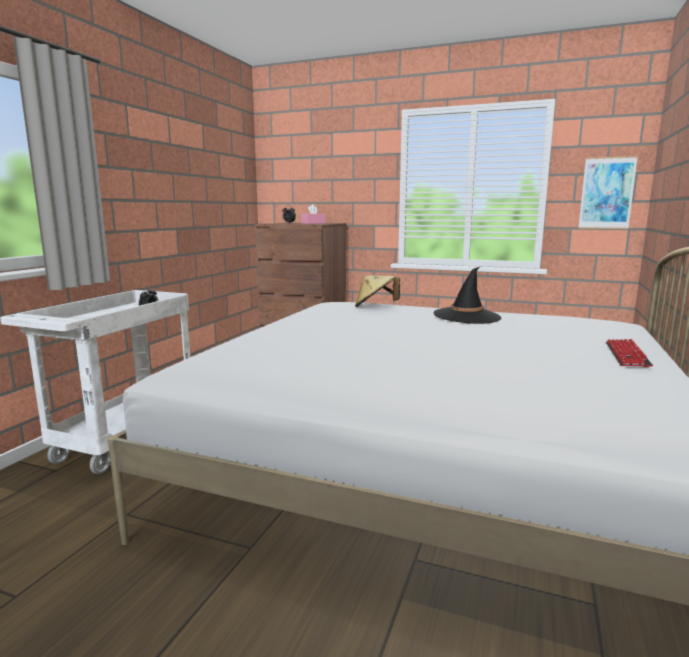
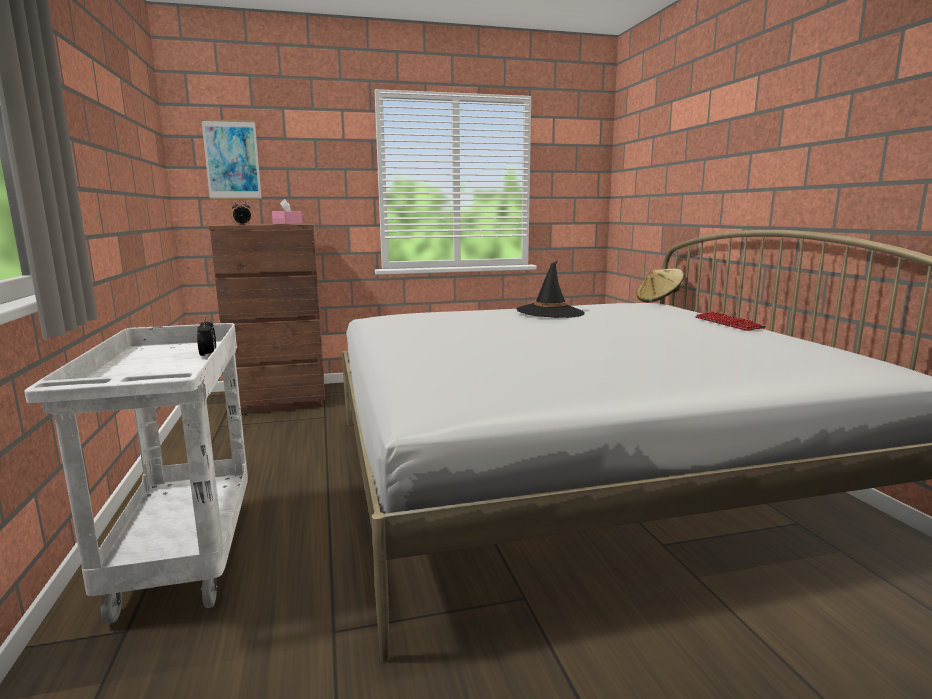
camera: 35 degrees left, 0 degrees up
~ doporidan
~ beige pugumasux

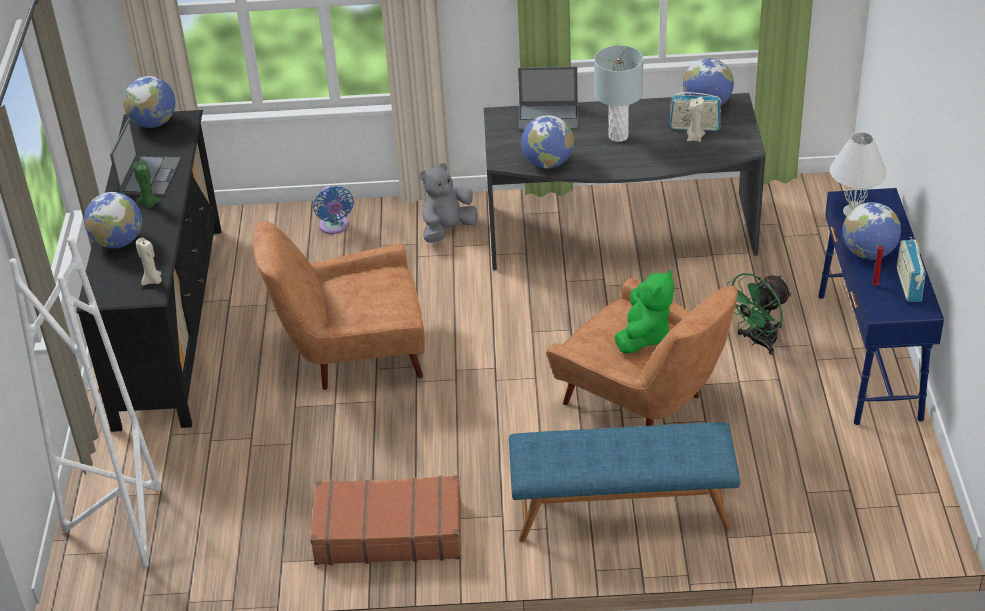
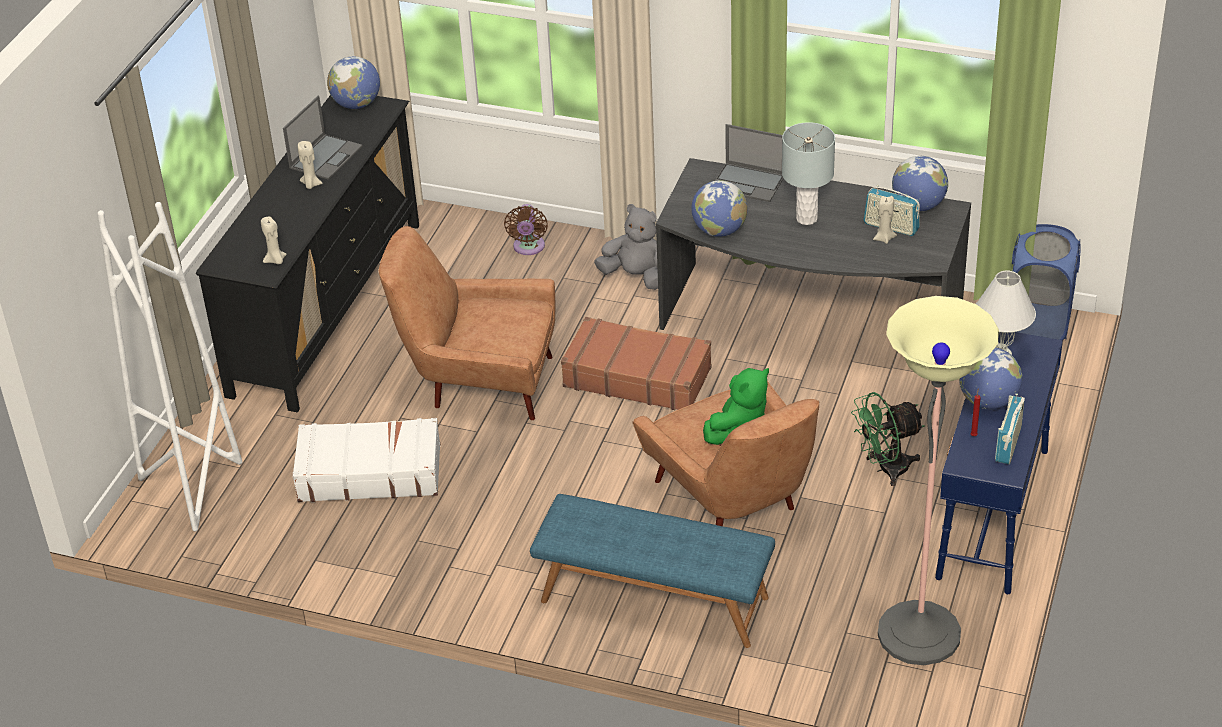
camera: 20 degrees right, 0 degrees up
+ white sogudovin
~ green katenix to beige katenix (no. 2 from left)
~ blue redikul to brown redikul
~ brown sogudovin
~ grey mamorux 45 degrees clockwise
+ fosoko
+ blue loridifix
- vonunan (no. 1 from left)

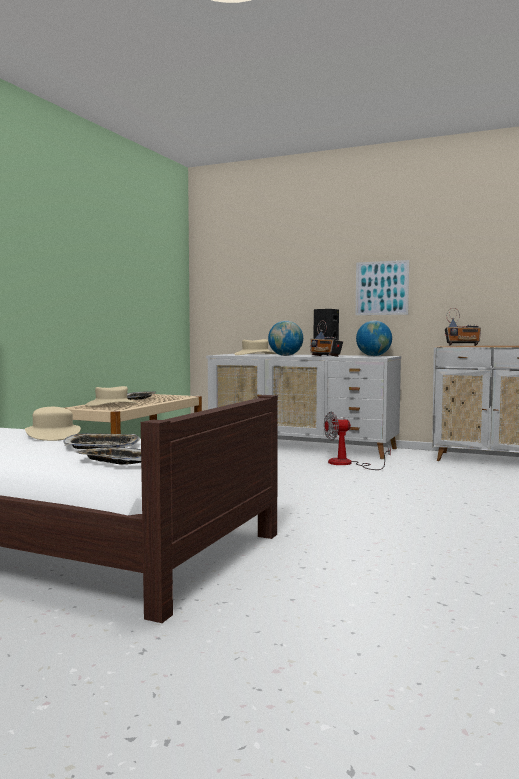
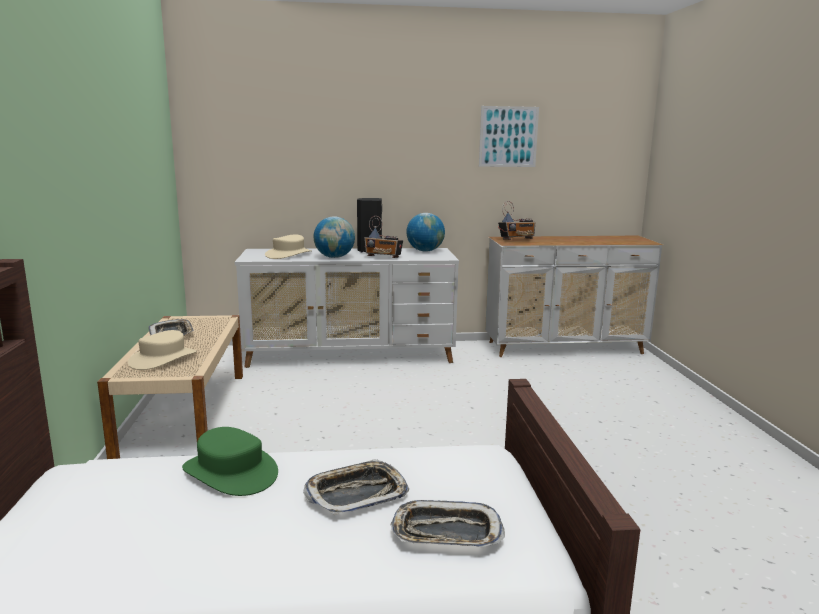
camera: 30 degrees left, 10 degrees up
~ beige pugumasux (no. 1 from left) to green pugumasux
~ doporidan
- redikul

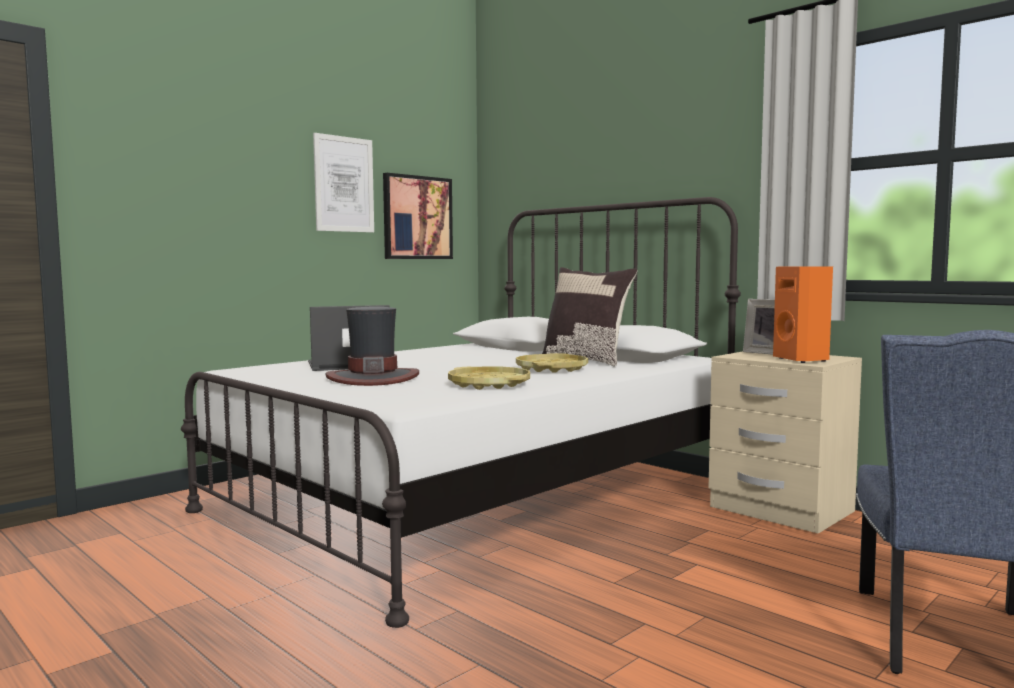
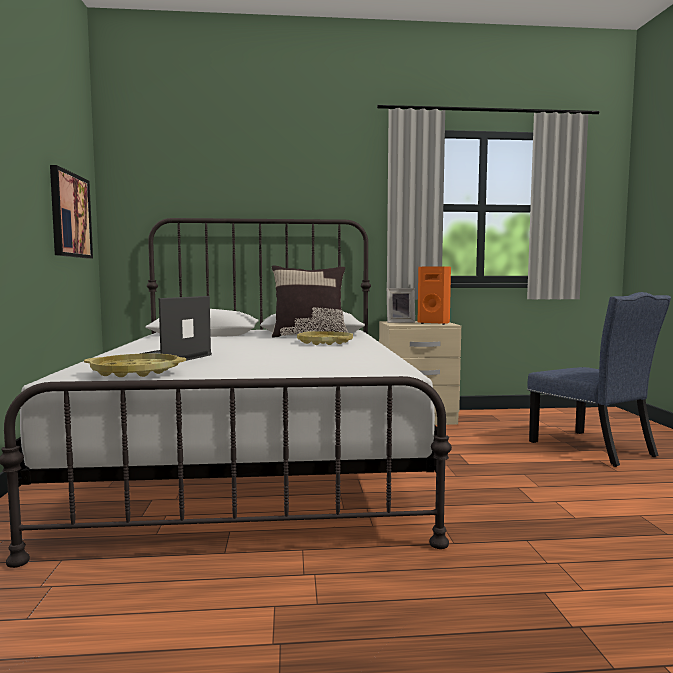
camera: 50 degrees left, 0 degrees up
~ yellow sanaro (no. 1 from left)
- doporidan (no. 1 from left)
- pugumasux

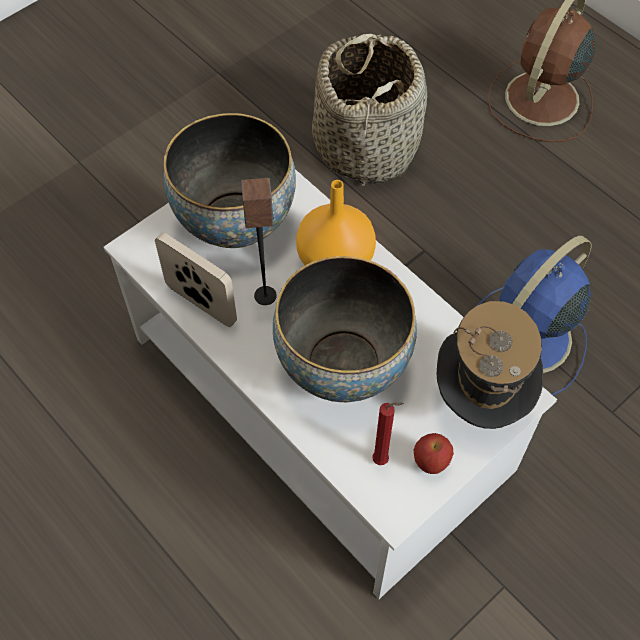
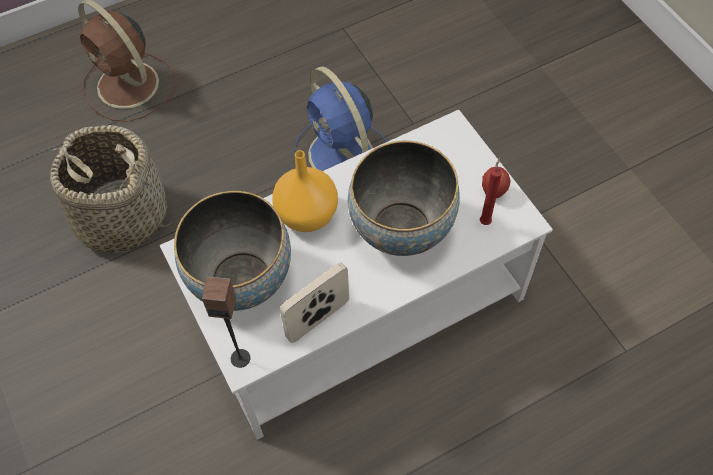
camera: 75 degrees left, 0 degrees up
~ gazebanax
- pugumasux

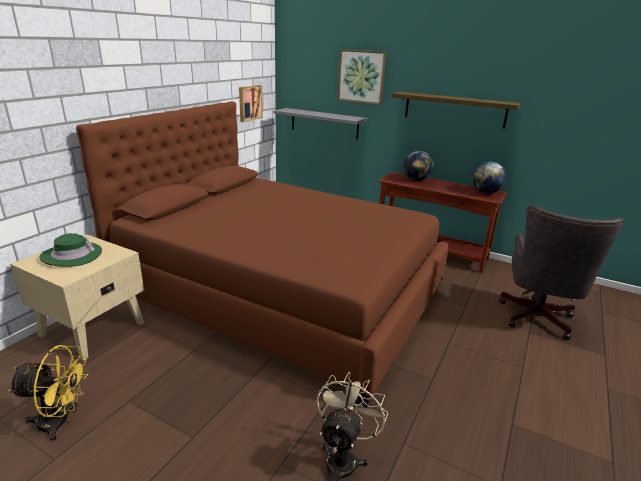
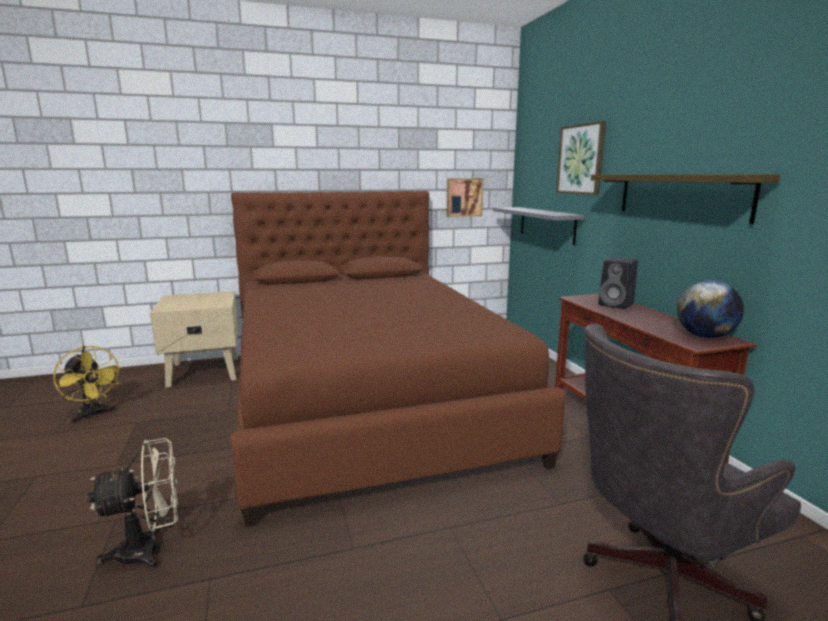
camera: 45 degrees right, 10 degrees down
~ vonunan (no. 1 from left) to black gazebanax
- green pugumasux

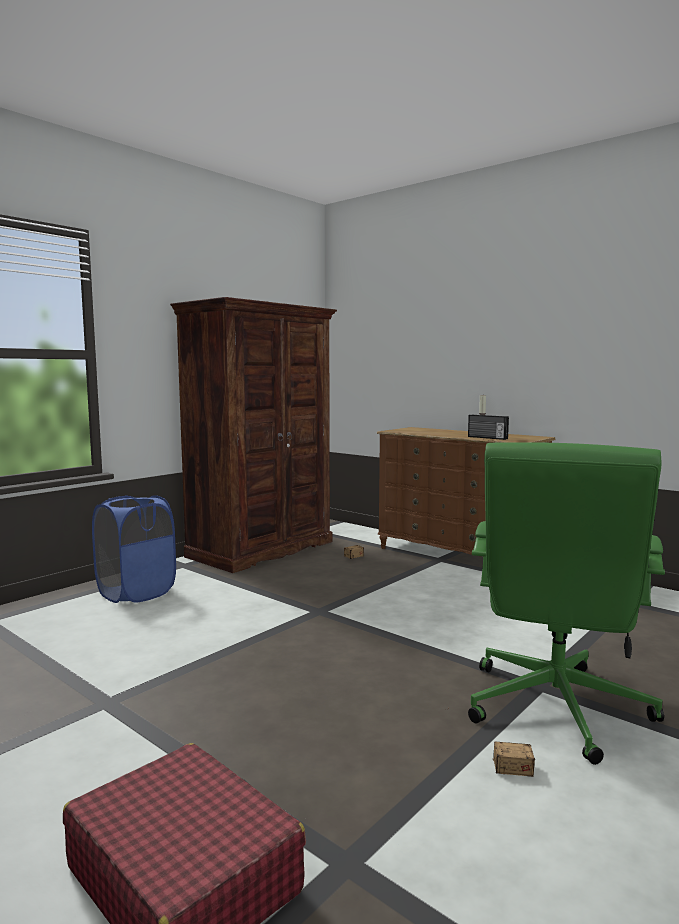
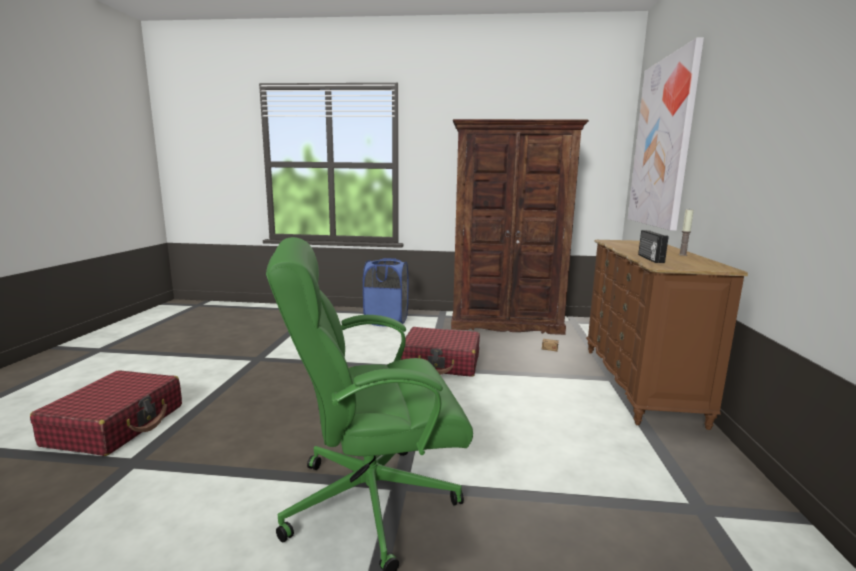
camera: 55 degrees right, 5 degrees up
+ red sogudovin (no. 2 from left)
+ doporidan
- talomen (no. 2 from left)

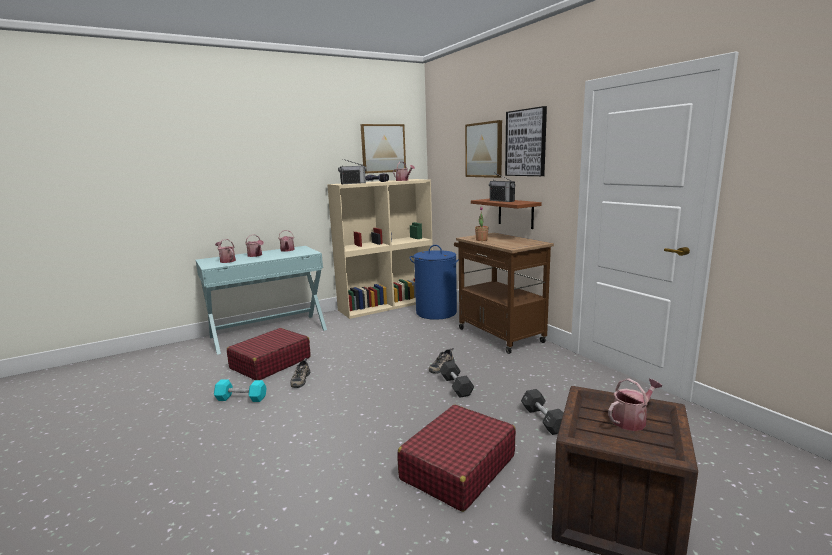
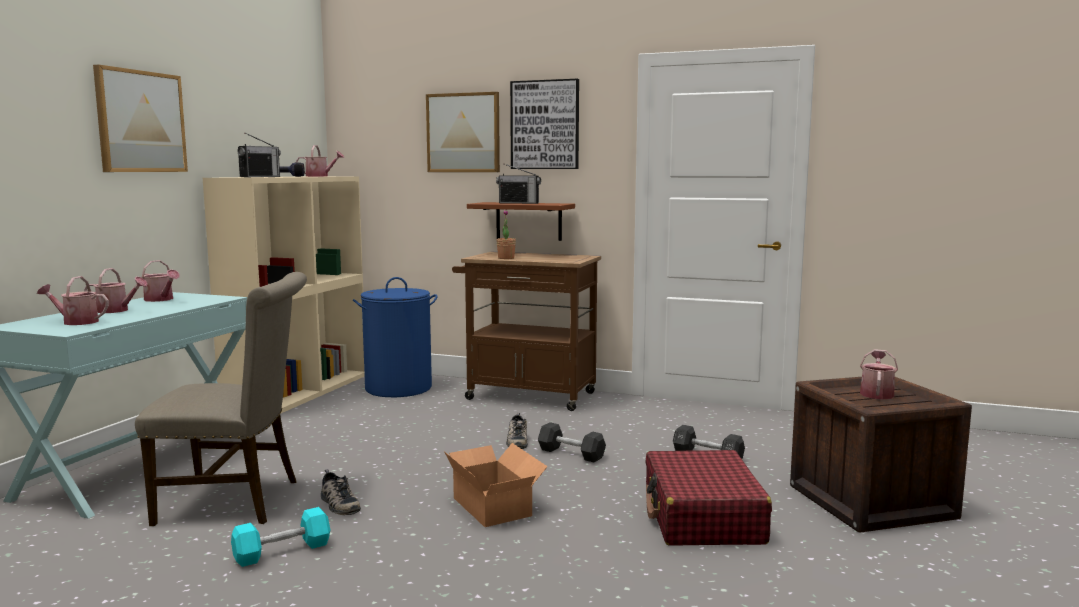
camera: 40 degrees left, 5 degrees down
~ doporidan (no. 1 from left)
~ red sogudovin (no. 1 from left) to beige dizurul
+ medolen

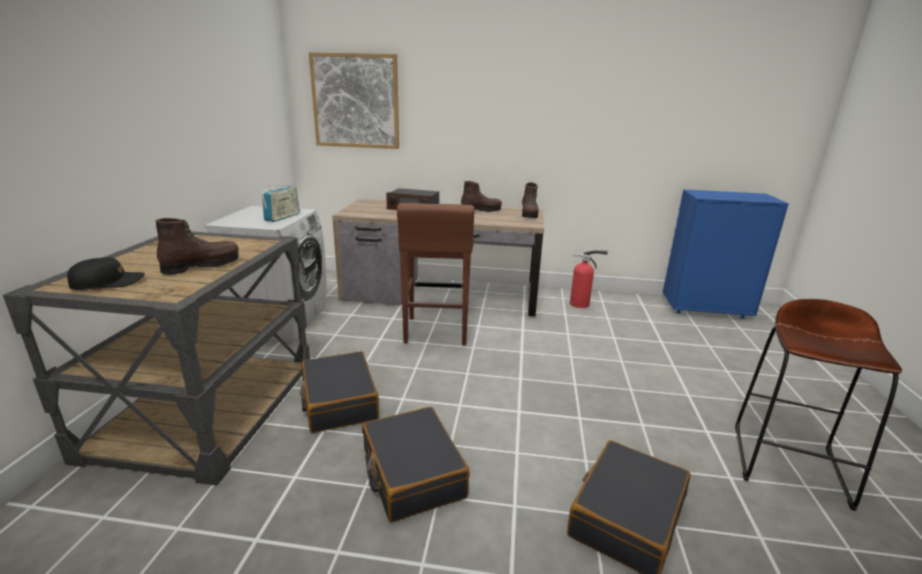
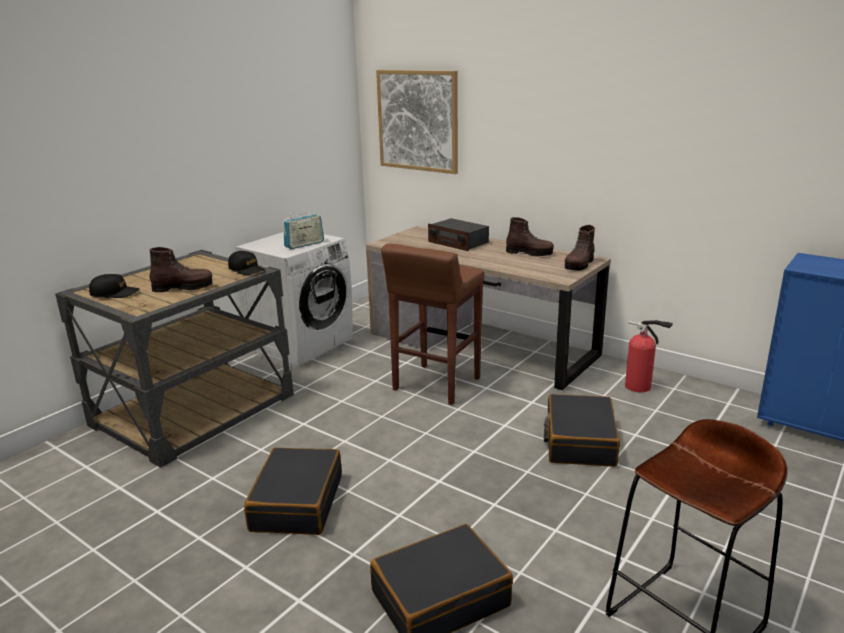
camera: 30 degrees right, 0 degrees up
+ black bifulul (no. 2 from left)
~ black sogudovin (no. 1 from left in the first image) to black sogudovin (no. 3 from left)

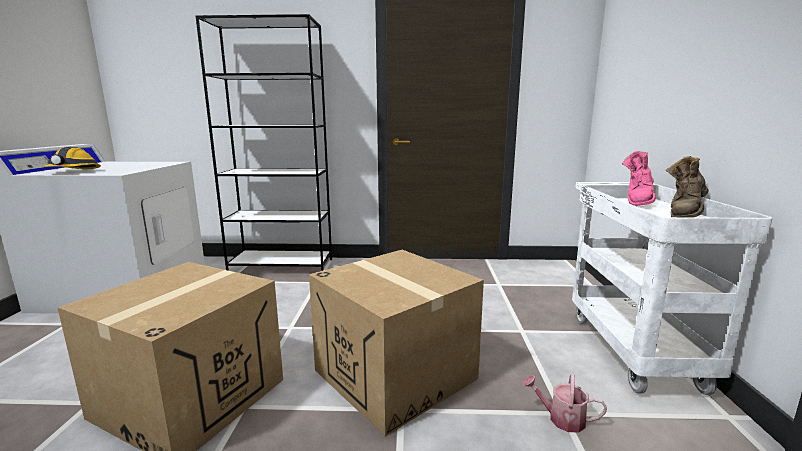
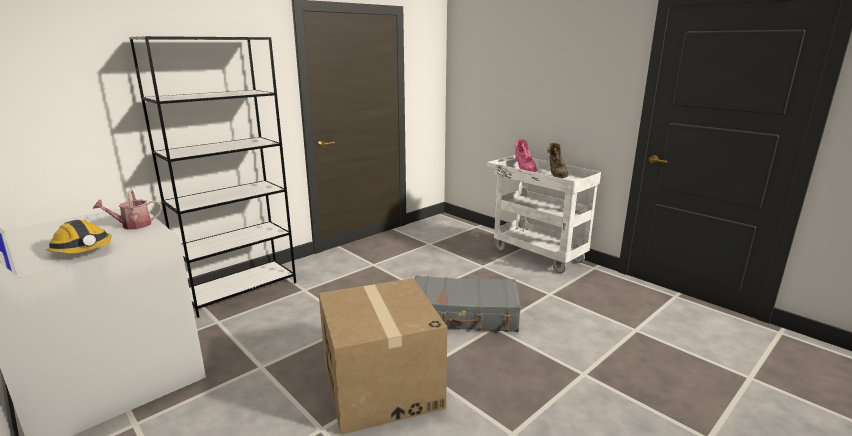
camera: 45 degrees left, 5 degrees up
~ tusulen
~ medolen (no. 2 from left) to grey sogudovin

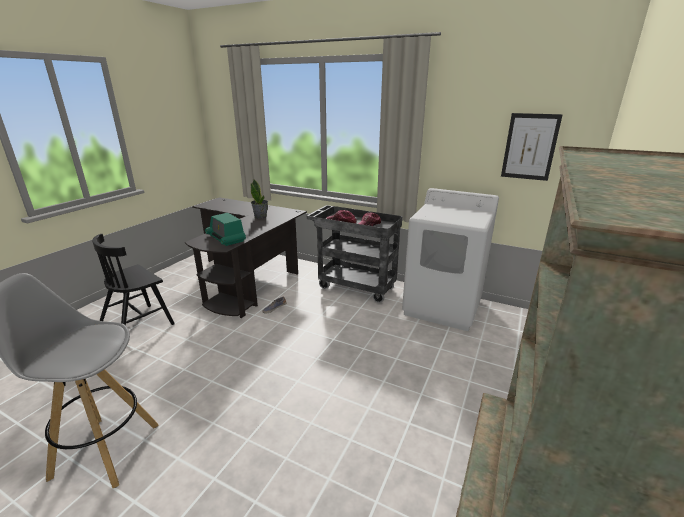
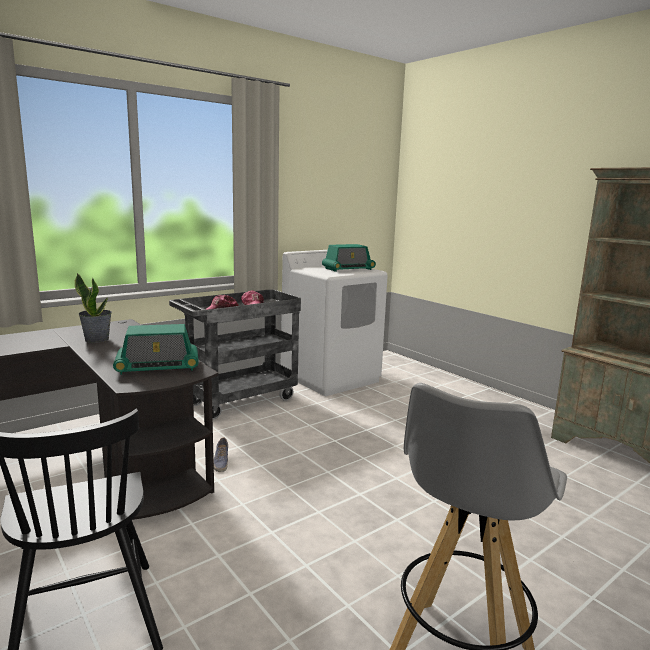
camera: 65 degrees left, 10 degrees down
+ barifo (no. 2 from left)
- doporidan

